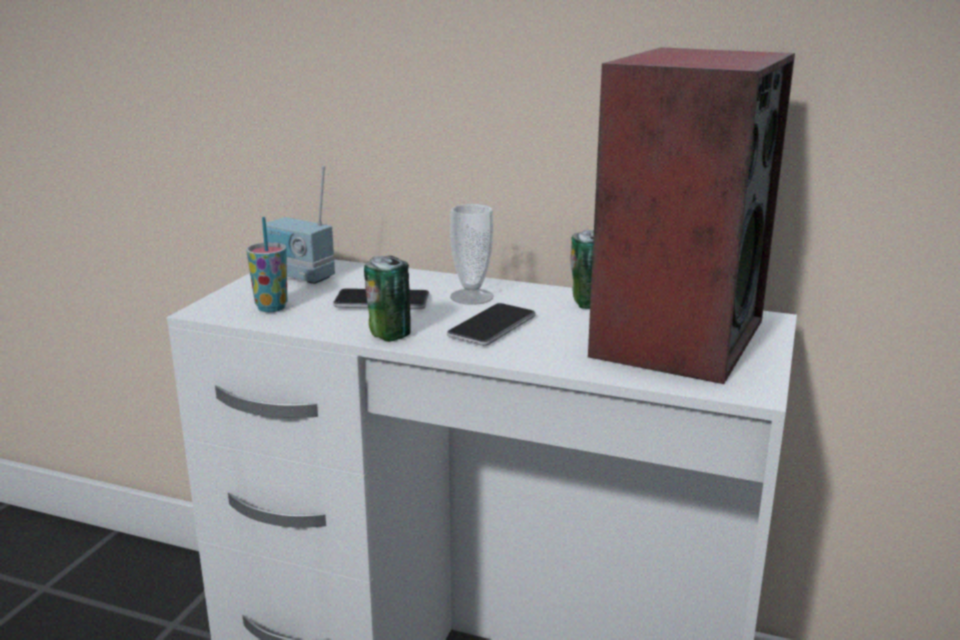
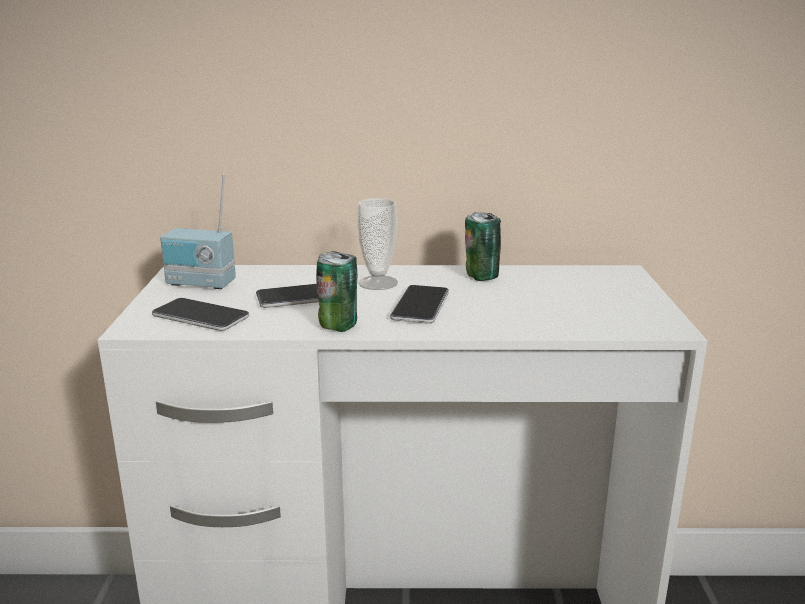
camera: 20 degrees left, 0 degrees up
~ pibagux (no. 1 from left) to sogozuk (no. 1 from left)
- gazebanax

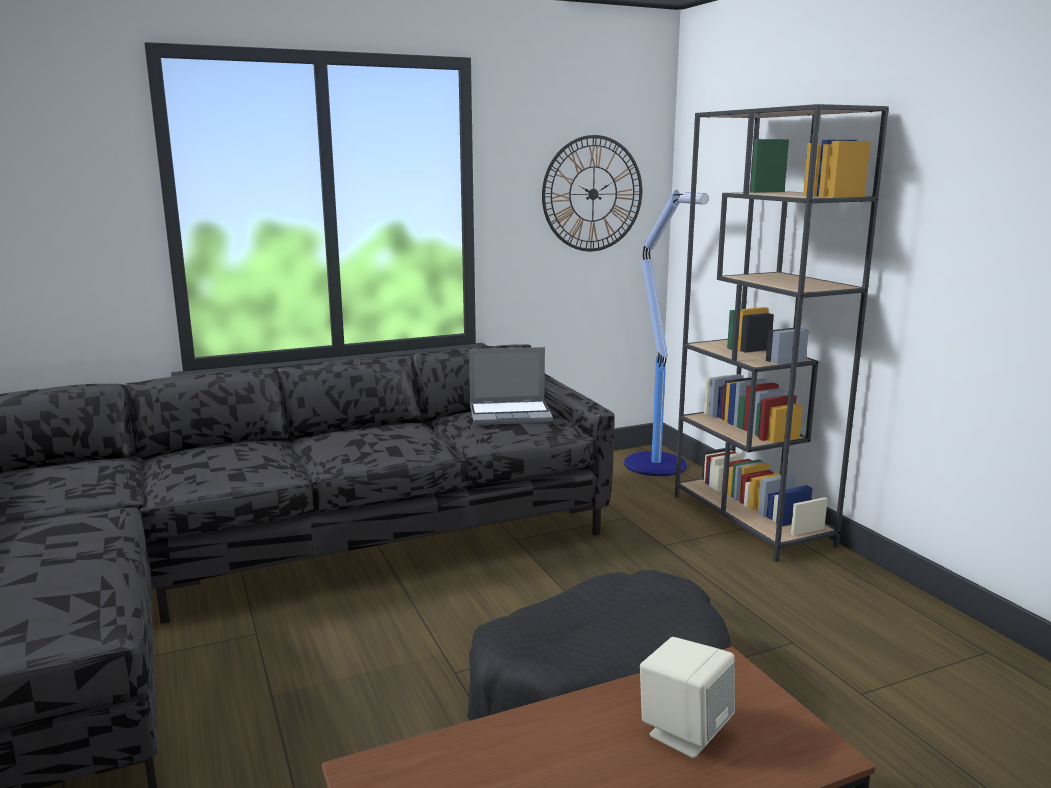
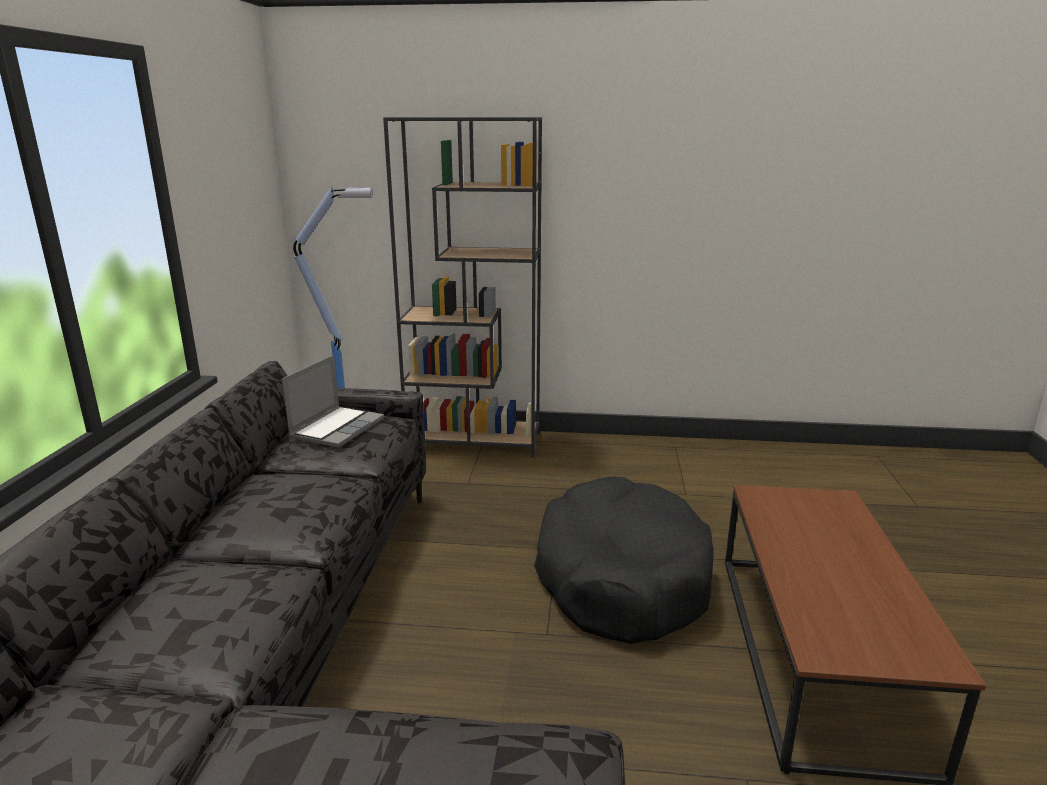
camera: 60 degrees left, 5 degrees up
- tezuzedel
- beige gazebanax

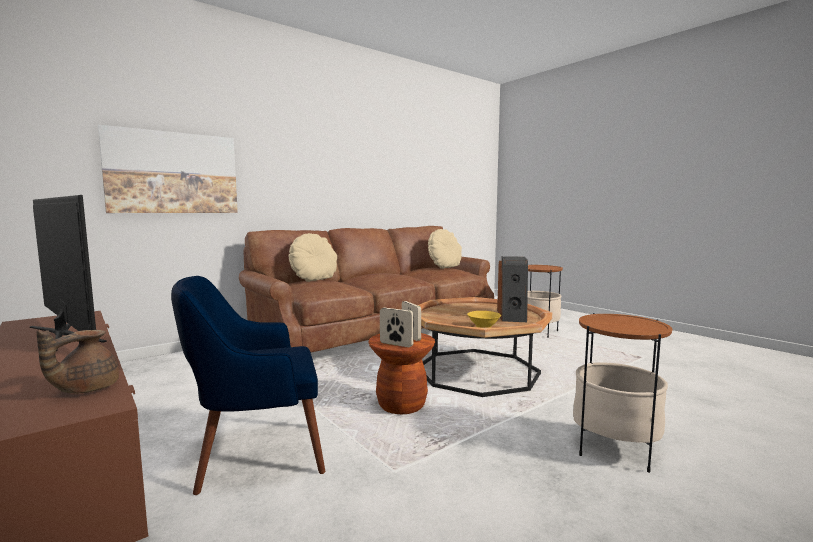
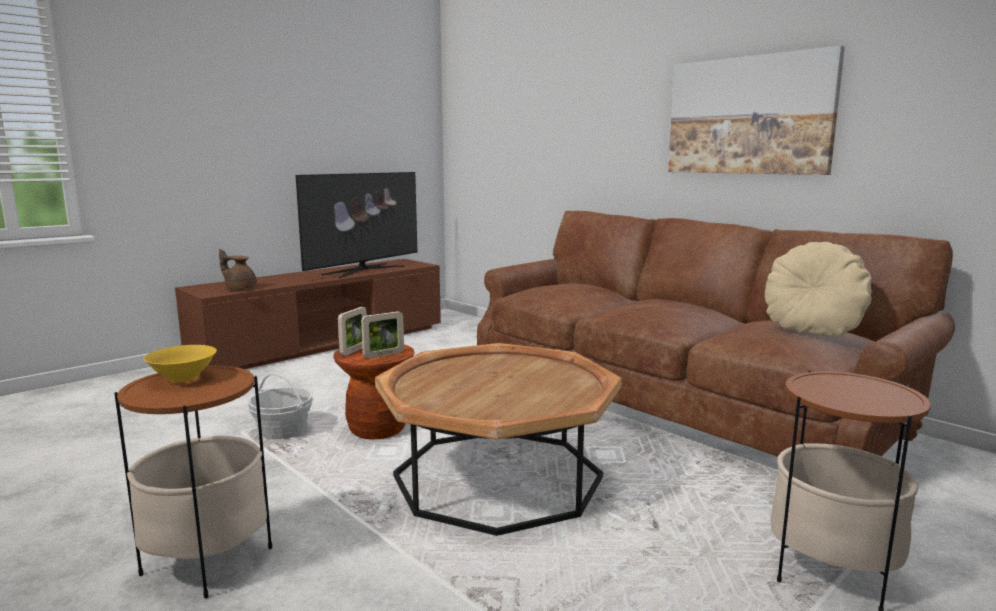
camera: 85 degrees right, 5 degrees up
~ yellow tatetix
+ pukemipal
~ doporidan
- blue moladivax
- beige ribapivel (no. 1 from left)
- gazebanax

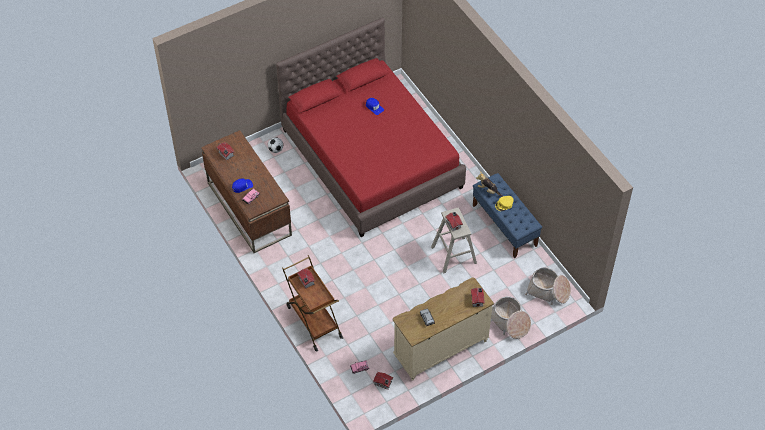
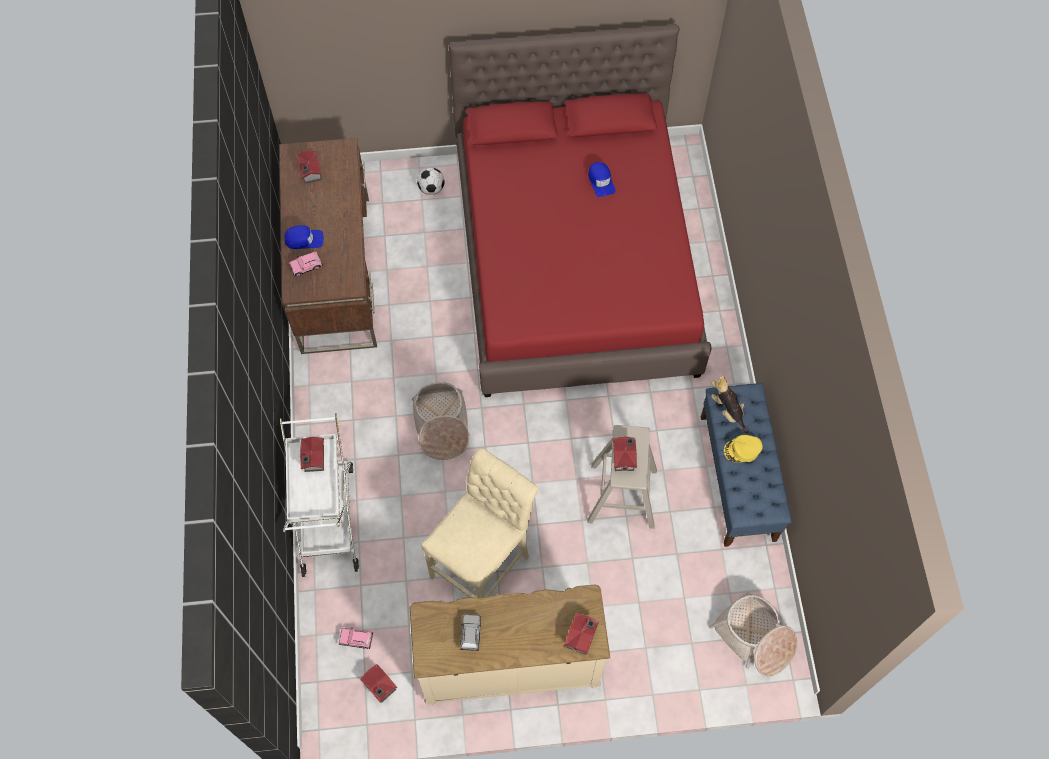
camera: 25 degrees right, 10 degrees up
~ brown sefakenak to white sefakenak
~ pukemipal (no. 1 from left)
+ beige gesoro (no. 1 from left)

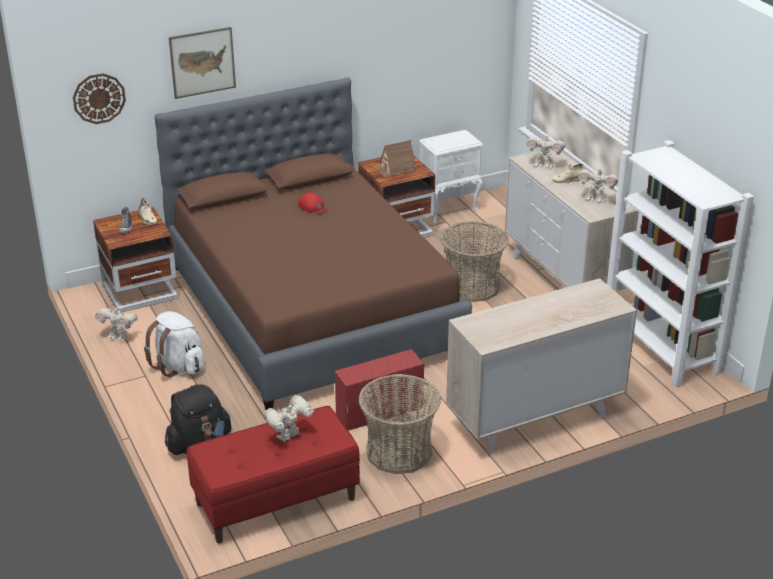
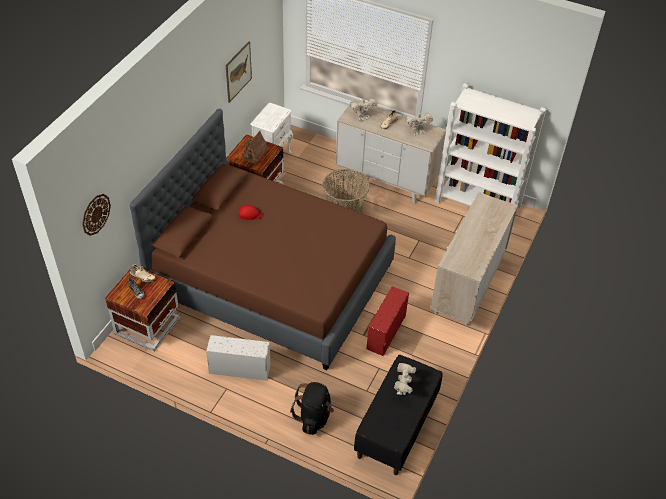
camera: 40 degrees left, 15 degrees up
~ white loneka to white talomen
~ doporidan
~ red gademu to black gademu
- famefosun (no. 1 from left)
- pukemipal (no. 1 from left)

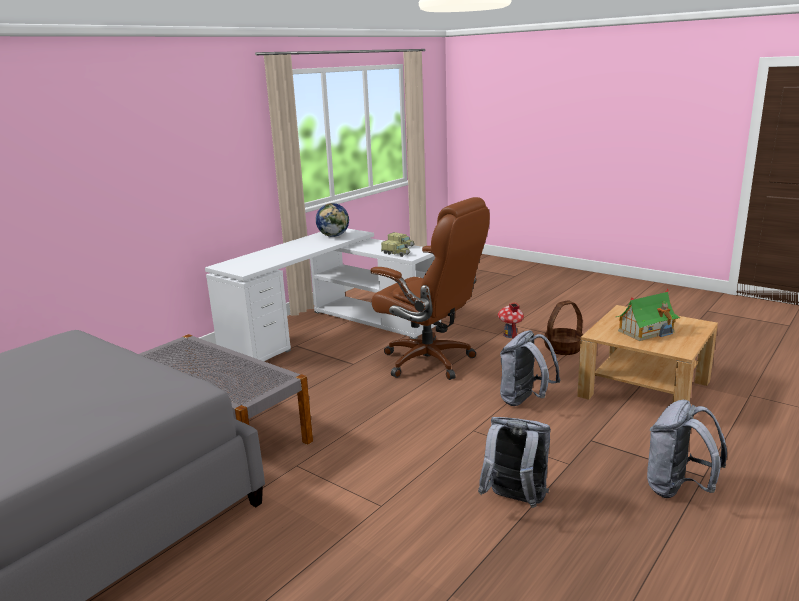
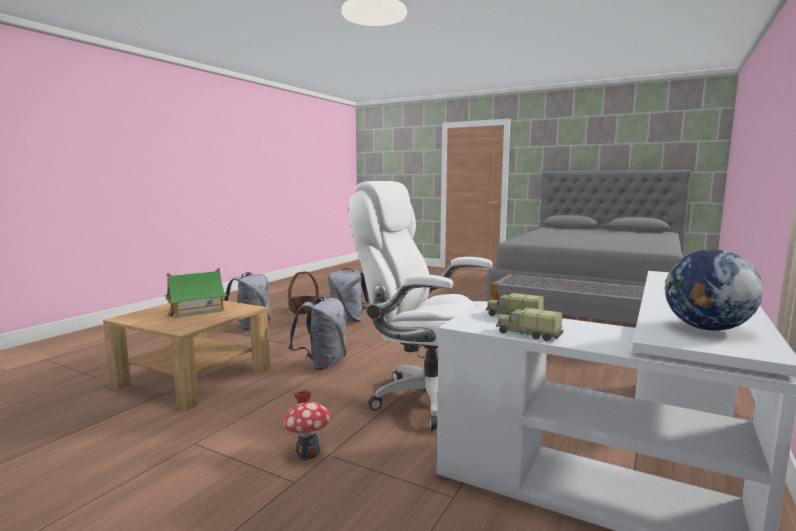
camera: 170 degrees right, 10 degrees down
~ pukemipal
~ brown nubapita to white nubapita

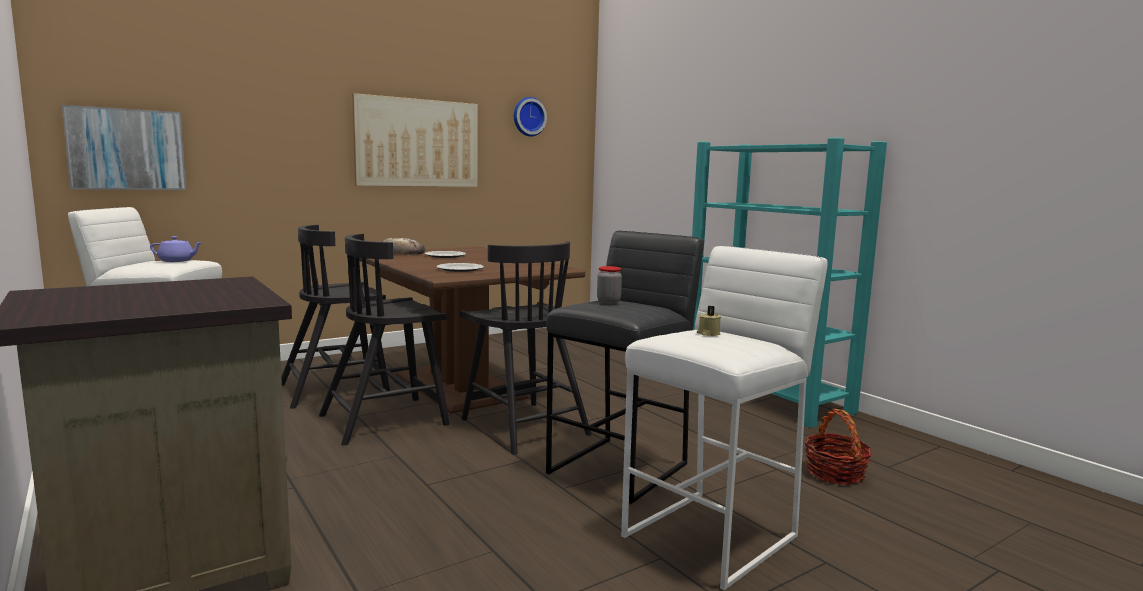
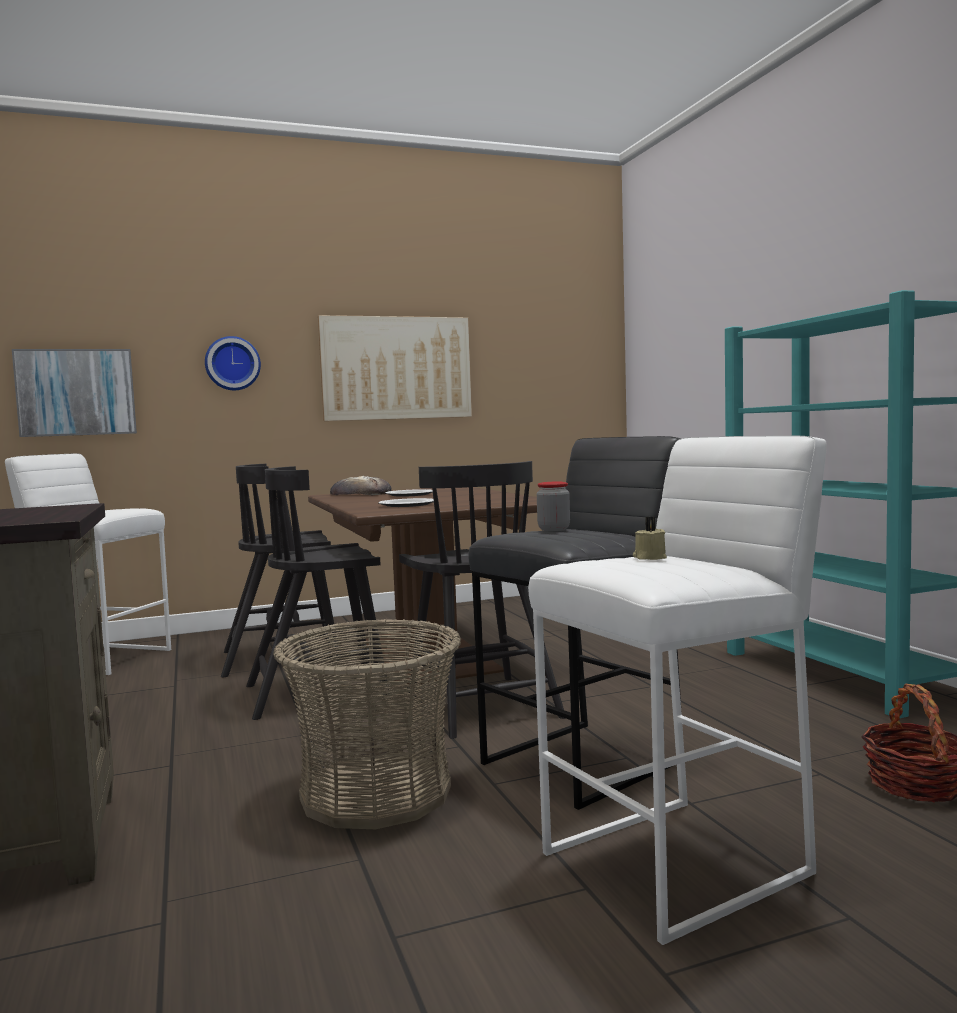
camera: 15 degrees right, 5 degrees down
~ tezuzedel
+ pukemipal (no. 1 from left)
- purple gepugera

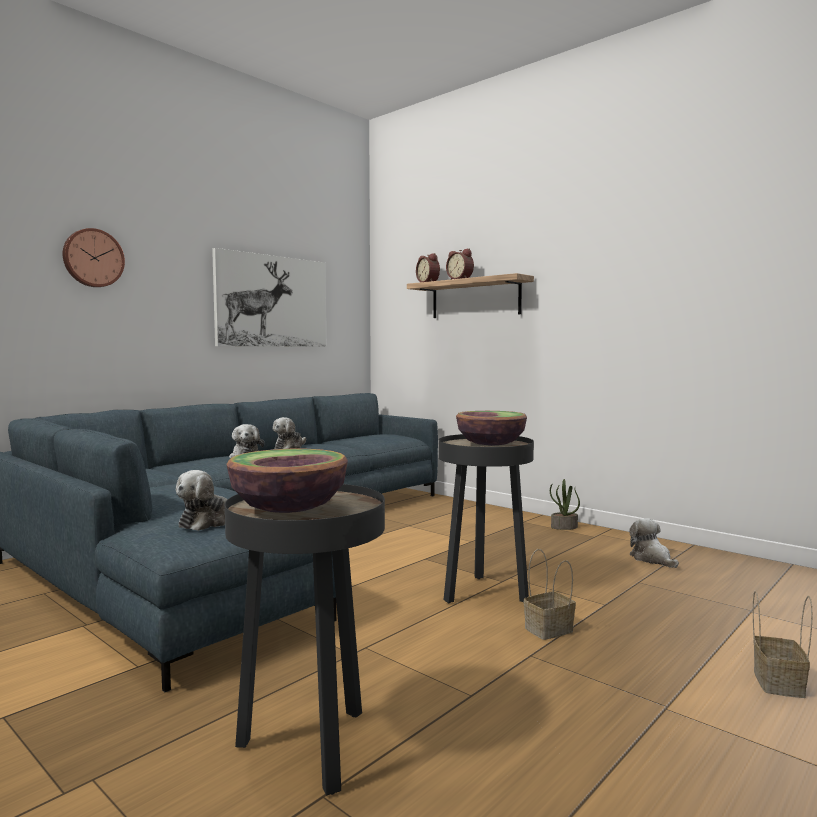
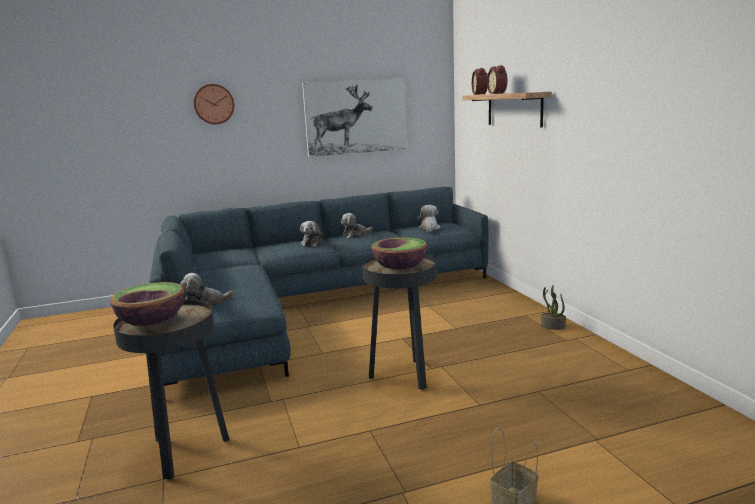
camera: 30 degrees right, 10 degrees up
~ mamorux (no. 4 from left)
- pukemipal (no. 1 from left)

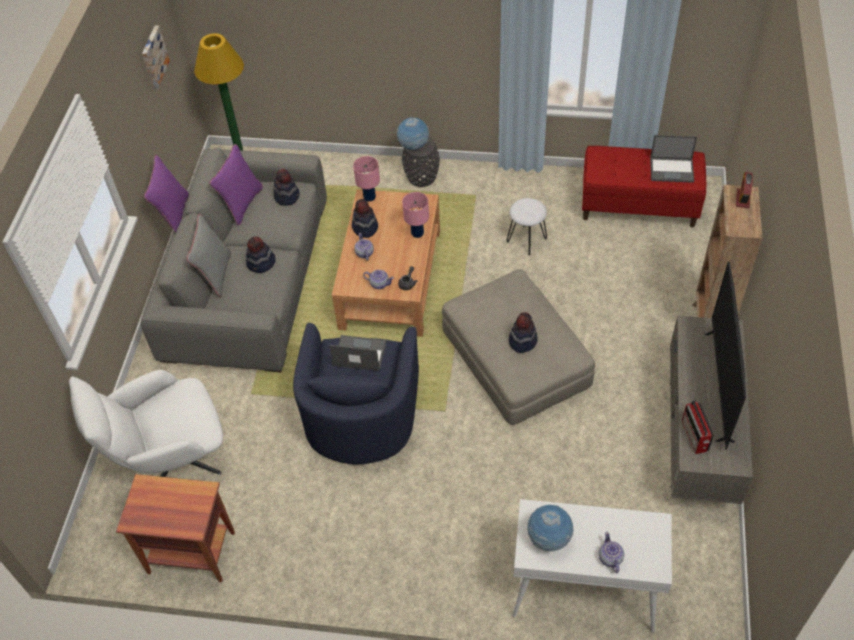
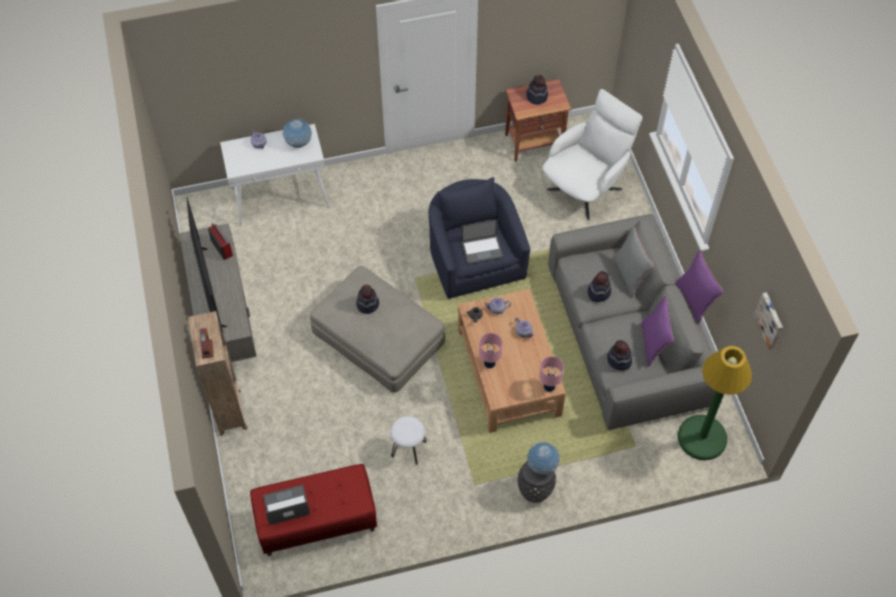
camera: 155 degrees right, 5 degrees up
~ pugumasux (no. 3 from left in the first image) to pugumasux (no. 2 from left)

